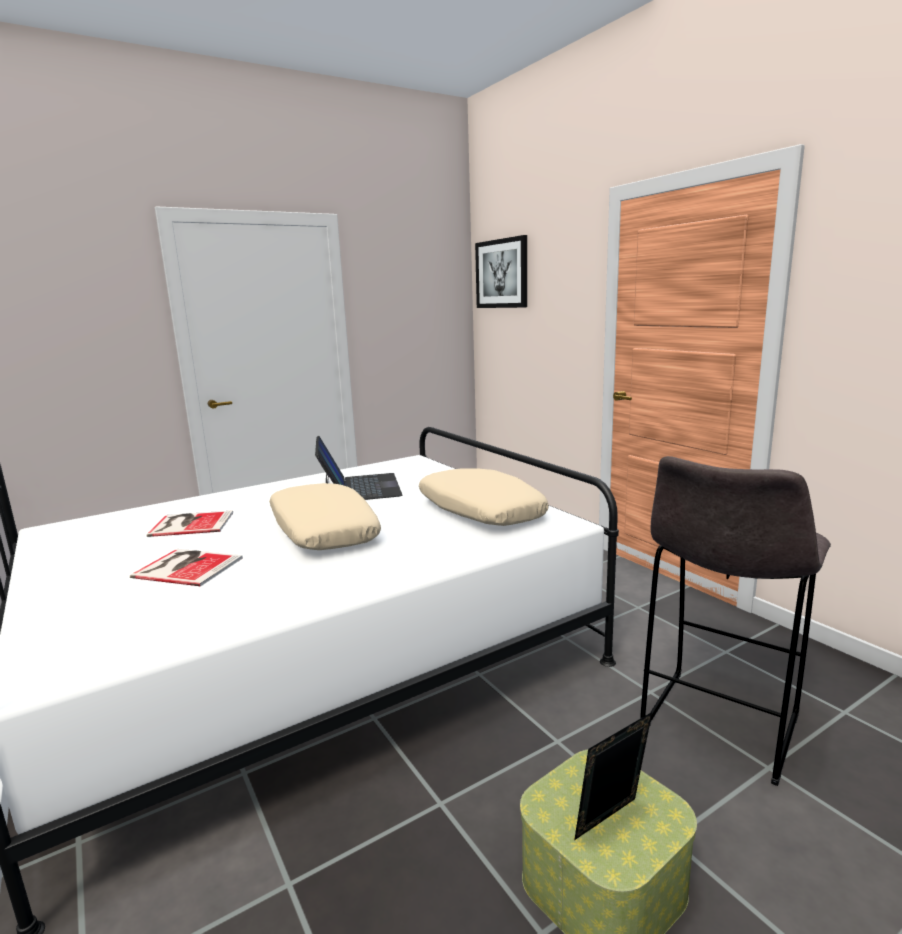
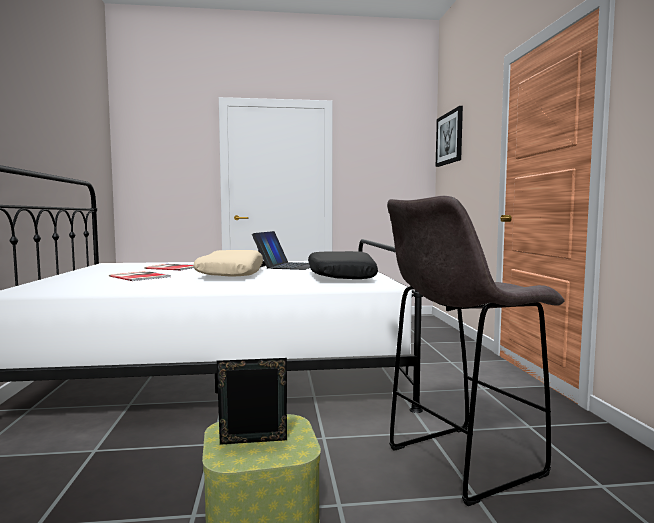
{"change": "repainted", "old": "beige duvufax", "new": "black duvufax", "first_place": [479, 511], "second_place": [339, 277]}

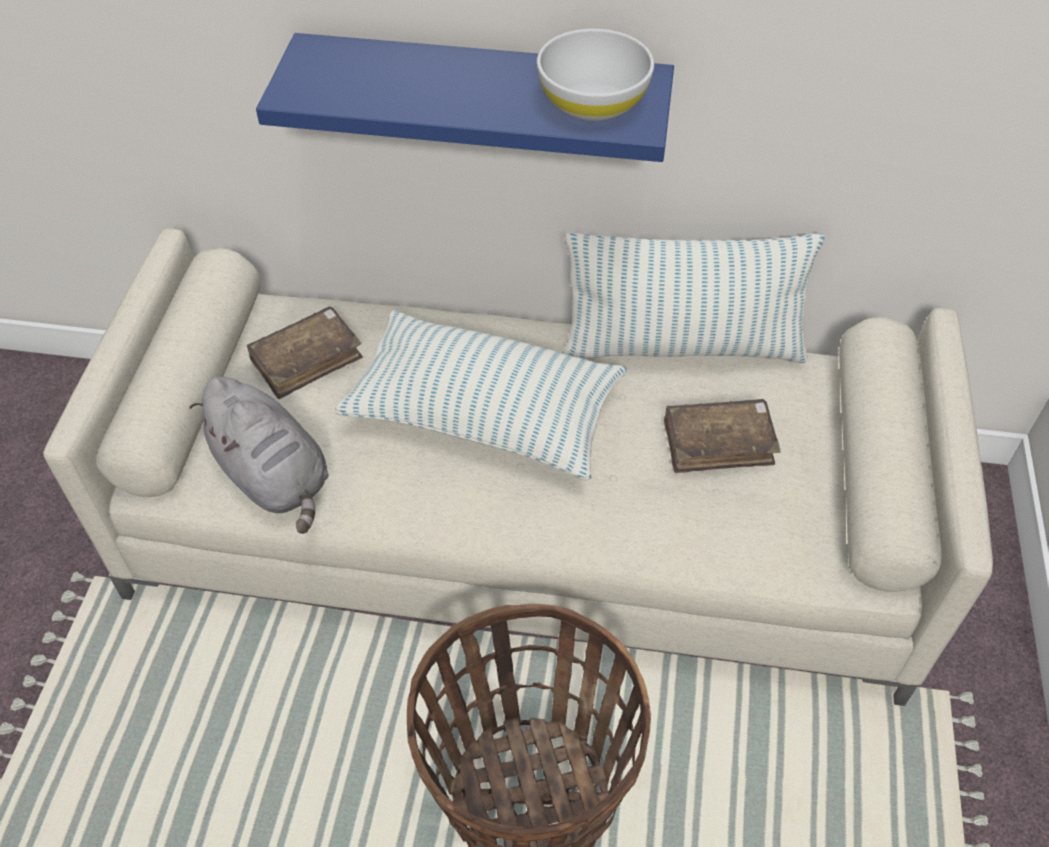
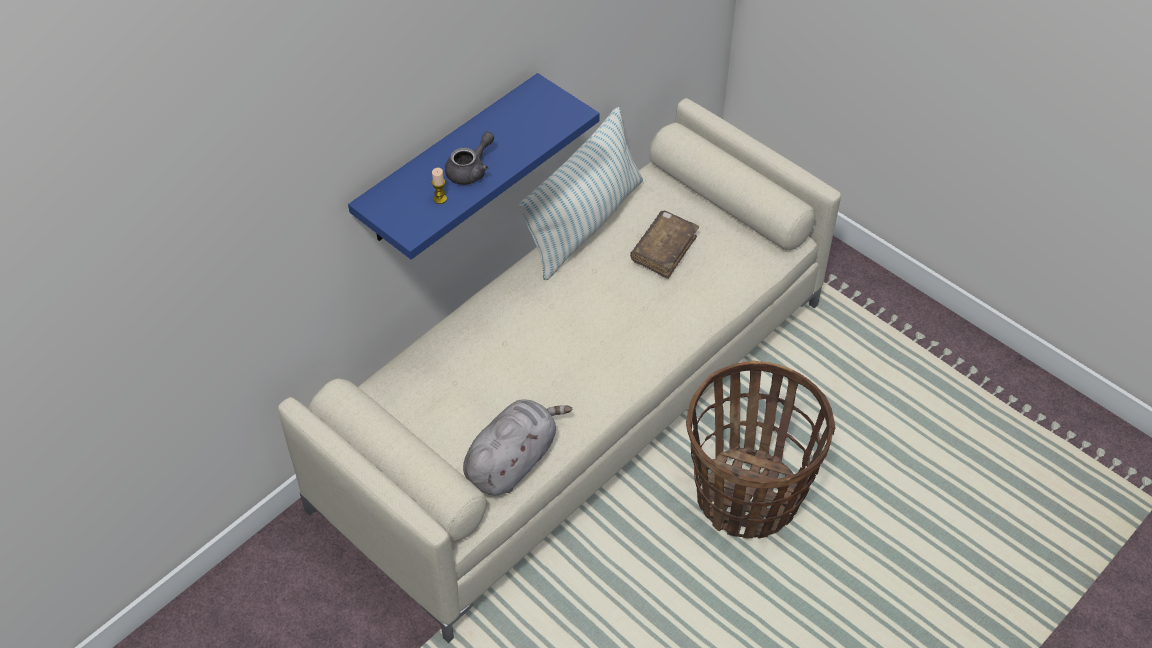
{"change": "gone", "old": "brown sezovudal", "first_place": [307, 360]}
{"change": "gone", "old": "duvufax", "first_place": [484, 415]}
{"change": "gone", "old": "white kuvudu", "first_place": [592, 103]}
{"change": "new", "new": "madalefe", "second_place": [440, 199]}
{"change": "new", "new": "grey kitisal", "second_place": [470, 170]}
{"change": "rotated", "old": "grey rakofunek", "first_place": [274, 477], "second_place": [513, 461], "degrees": -45}

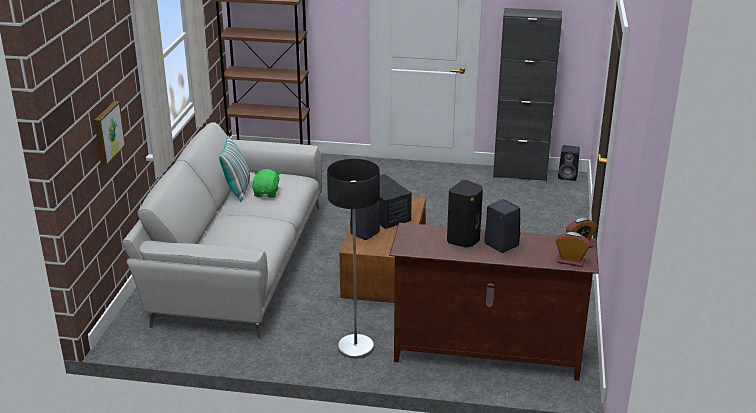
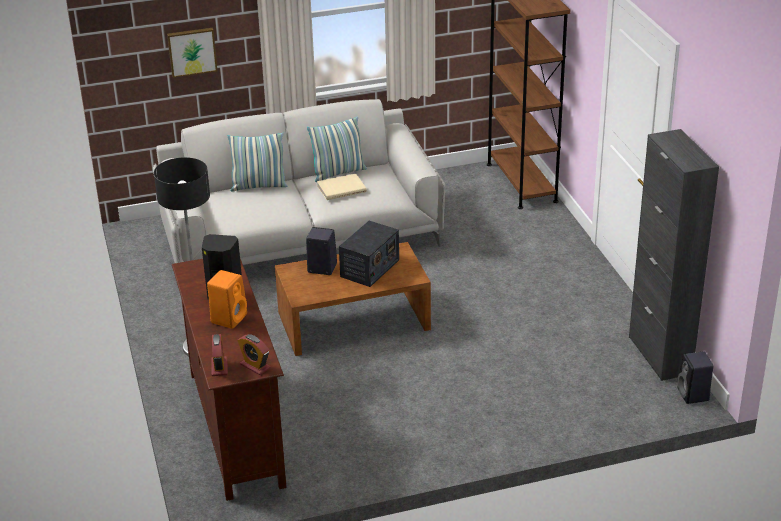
{"change": "new", "new": "duvufax", "second_place": [259, 186]}
{"change": "swapped", "old": "green rakofunek", "new": "beige sezovudal", "first_place": [266, 193], "second_place": [341, 188]}
{"change": "repainted", "old": "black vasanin", "new": "orange vasanin", "first_place": [500, 244], "second_place": [229, 318]}

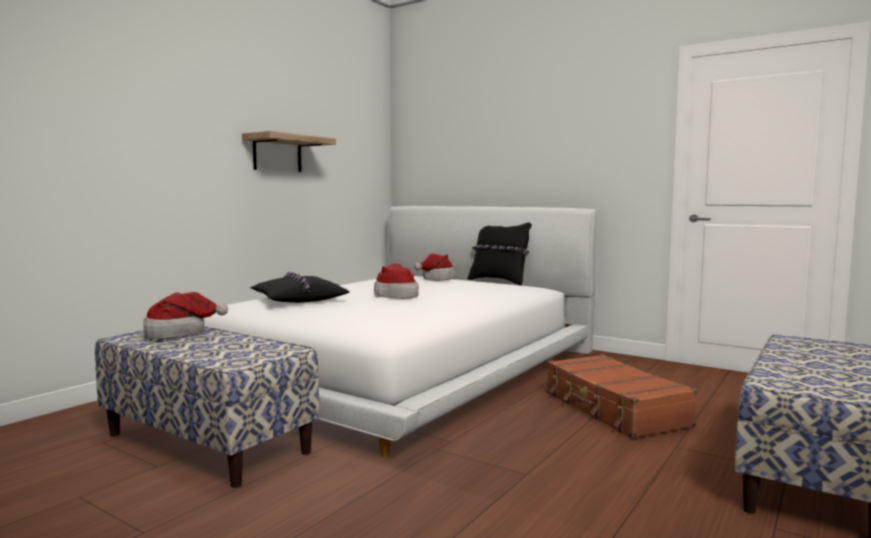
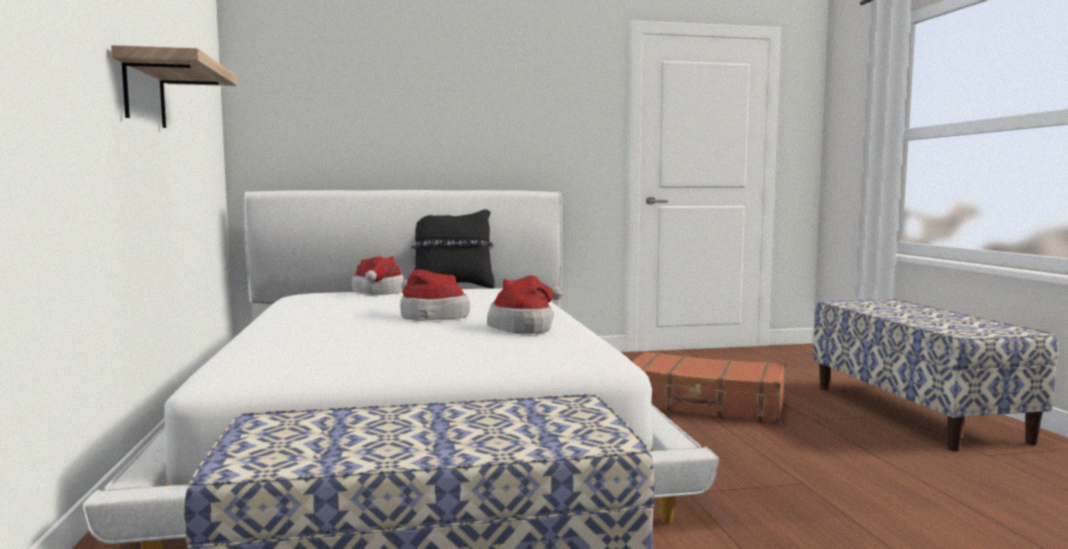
{"change": "gone", "old": "black duvufax", "first_place": [298, 300]}
{"change": "shifted", "old": "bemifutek", "first_place": [180, 333], "second_place": [526, 326]}

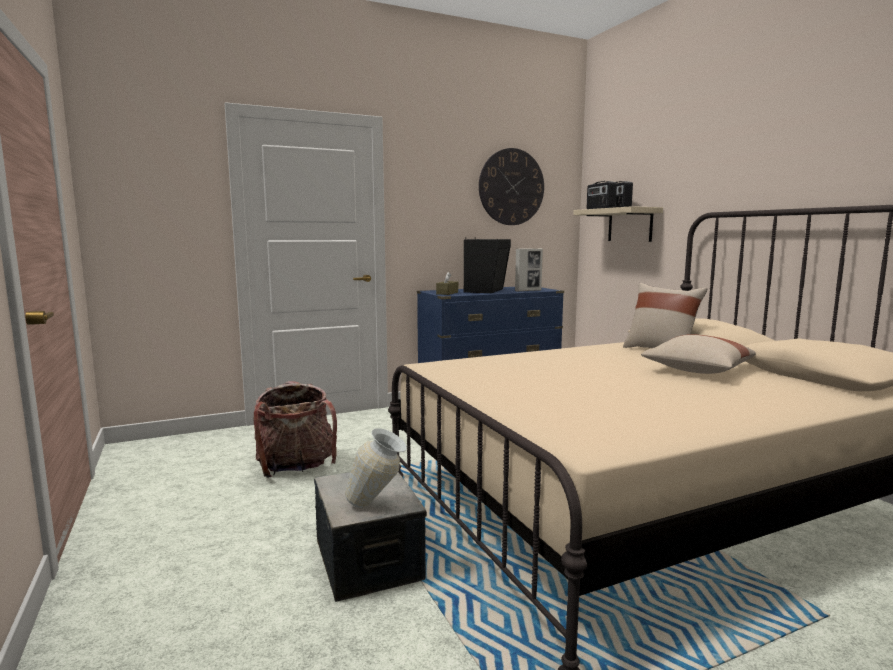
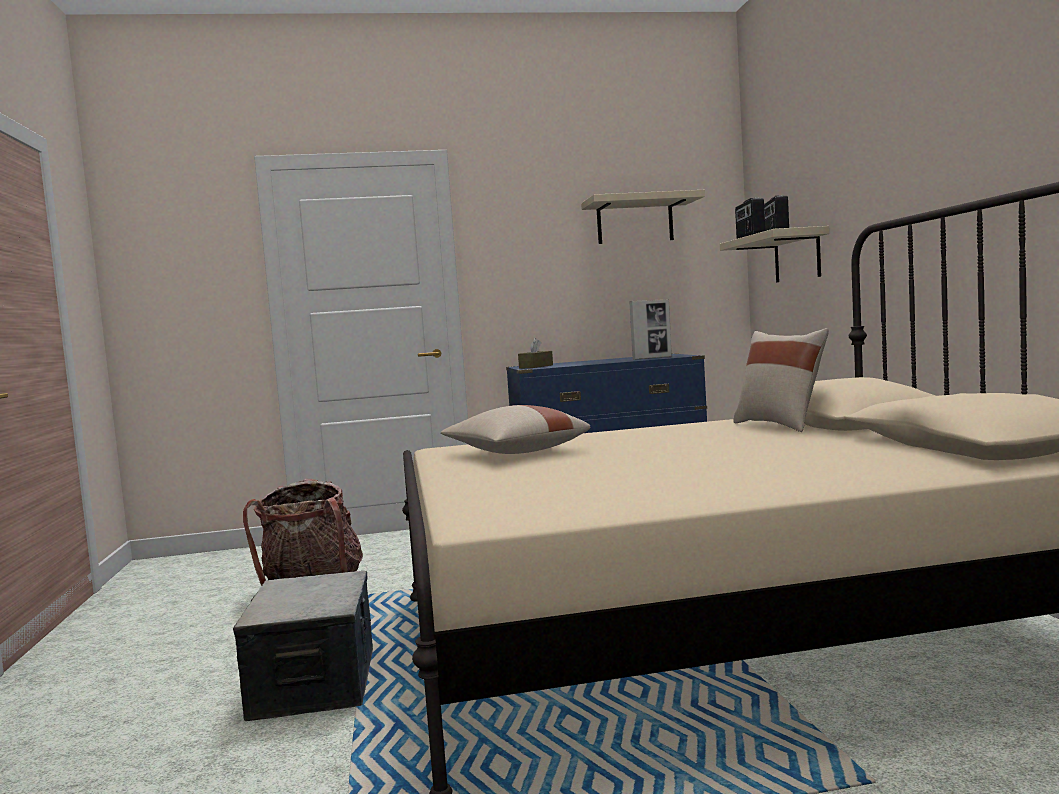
{"change": "gone", "old": "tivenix", "first_place": [377, 506]}
{"change": "gone", "old": "black vasanin", "first_place": [486, 290]}
{"change": "shifted", "old": "beige duvufax", "first_place": [696, 371], "second_place": [515, 452]}
{"change": "swapped", "old": "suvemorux", "new": "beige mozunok", "first_place": [511, 187], "second_place": [635, 221]}

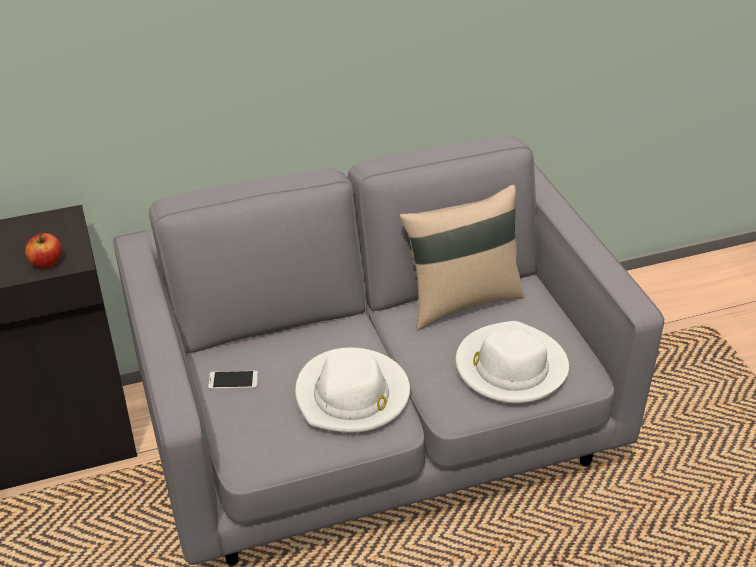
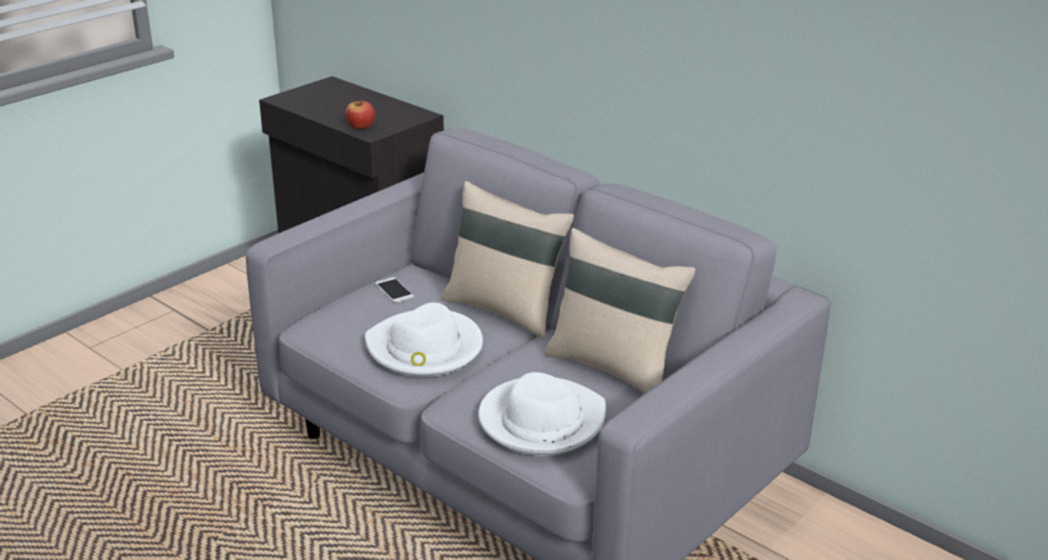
{"change": "new", "new": "beige duvufax", "second_place": [505, 310]}

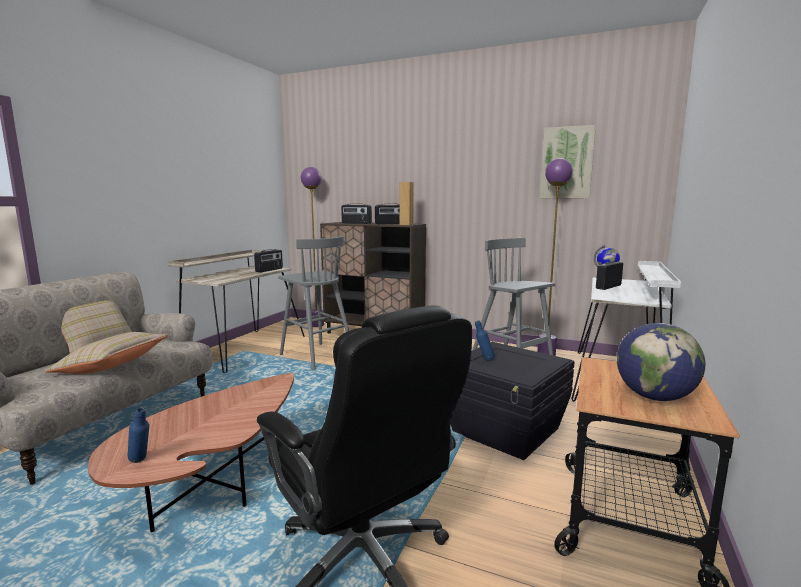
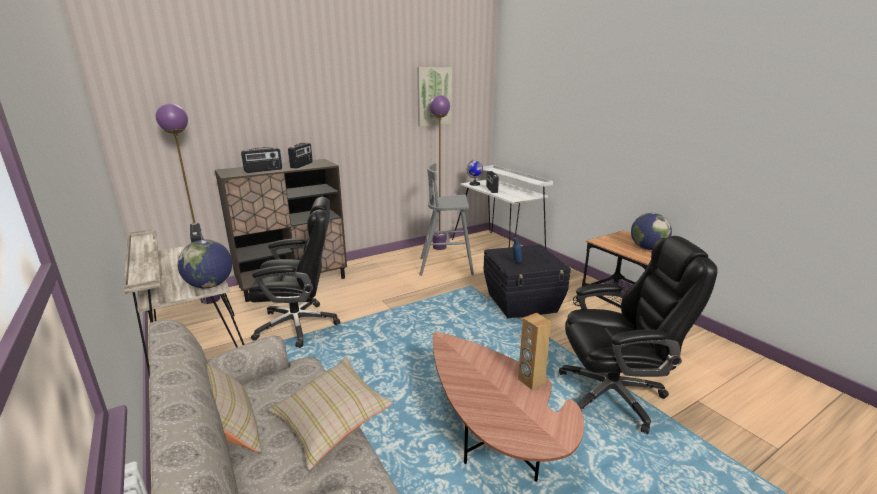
{"change": "gone", "old": "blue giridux", "first_place": [141, 462]}
{"change": "new", "new": "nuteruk", "second_place": [210, 285]}
{"change": "shifted", "old": "brown vasanin", "first_place": [406, 224], "second_place": [531, 381]}
{"change": "swapped", "old": "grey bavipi", "new": "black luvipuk", "first_place": [316, 356], "second_place": [299, 325]}

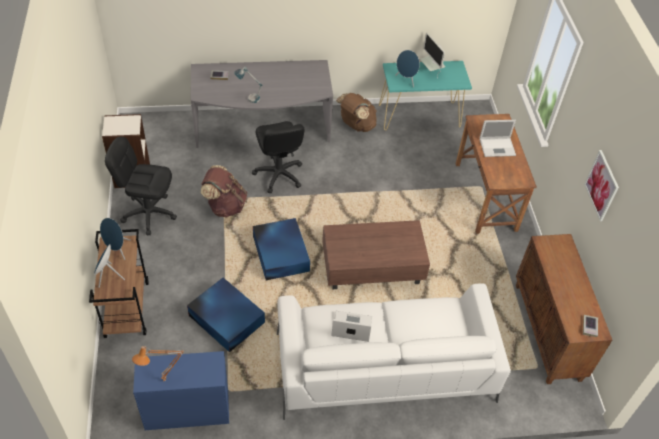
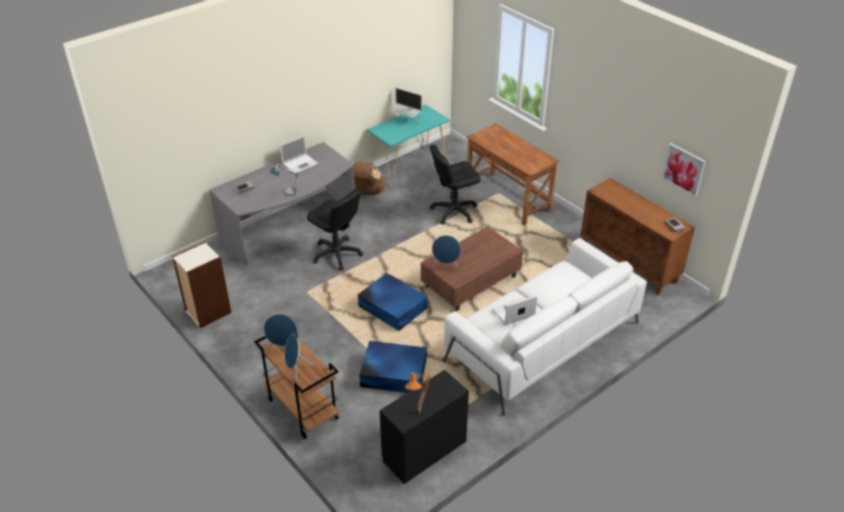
{"change": "gone", "old": "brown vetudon", "first_place": [225, 206]}
{"change": "shifted", "old": "black luvipuk", "first_place": [149, 213], "second_place": [454, 211]}
{"change": "shifted", "old": "blue vasanin", "first_place": [406, 80], "second_place": [446, 266]}
{"change": "shifted", "old": "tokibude", "first_place": [498, 147], "second_place": [300, 164]}
{"change": "shifted", "old": "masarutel", "first_place": [601, 185], "second_place": [683, 169]}
{"change": "repainted", "old": "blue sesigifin", "new": "black sesigifin", "first_place": [186, 409], "second_place": [423, 451]}

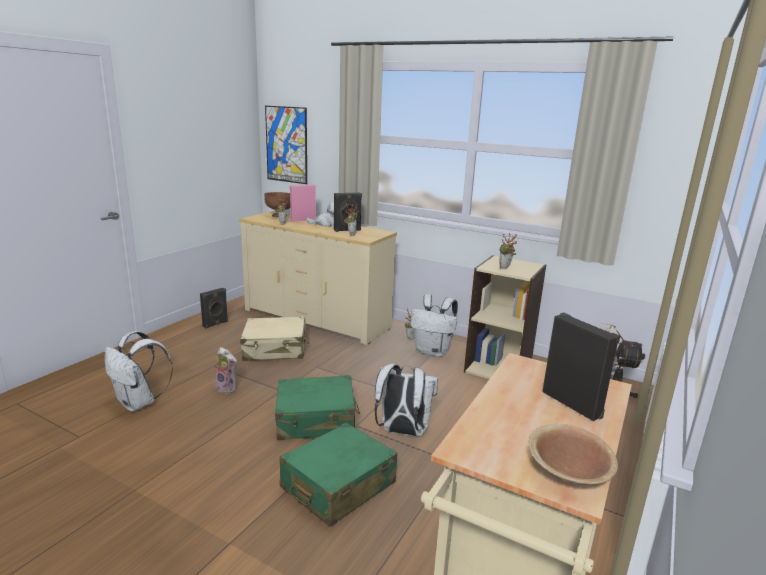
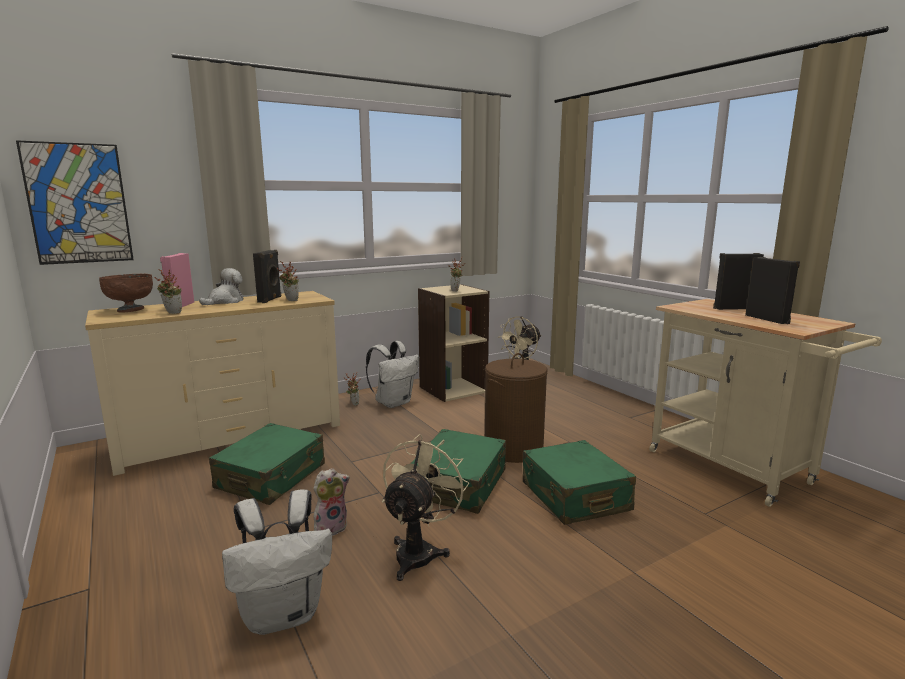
{"change": "gone", "old": "brown kuvudu", "first_place": [568, 472]}
{"change": "new", "new": "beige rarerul", "second_place": [419, 551]}
{"change": "shifted", "old": "black vasanin", "first_place": [216, 324], "second_place": [768, 319]}
{"change": "swapped", "old": "white vetudon", "new": "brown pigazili", "first_place": [402, 431], "second_place": [513, 449]}
{"change": "repainted", "old": "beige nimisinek", "new": "green nimisinek", "first_place": [275, 349], "second_place": [271, 477]}

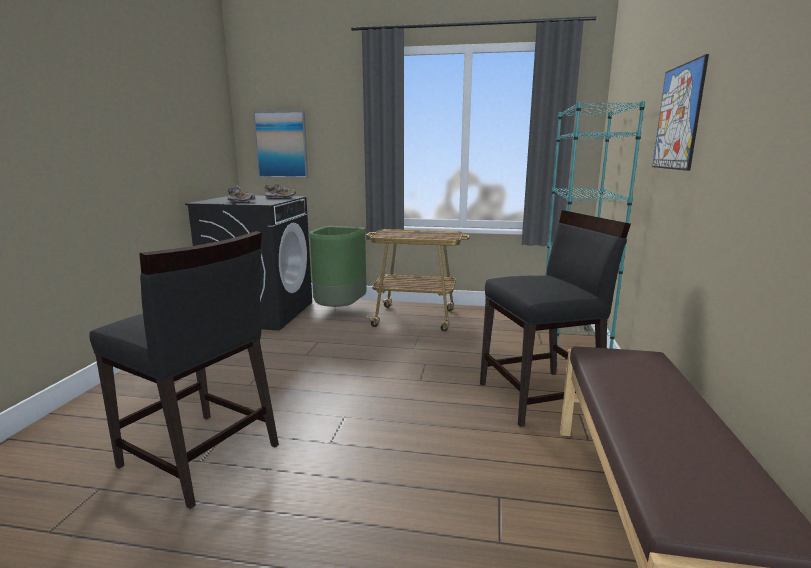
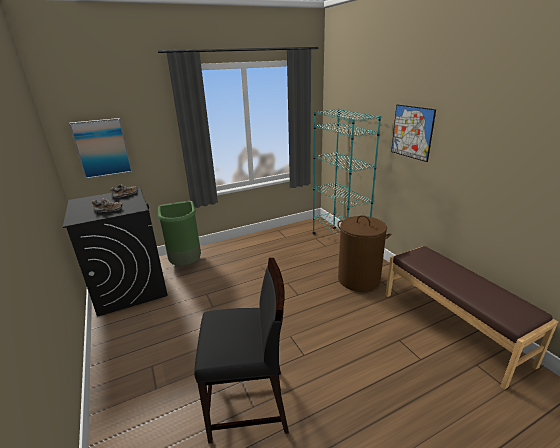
{"change": "gone", "old": "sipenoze", "first_place": [416, 318]}
{"change": "swapped", "old": "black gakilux", "new": "brown pigazili", "first_place": [540, 397], "second_place": [359, 279]}

